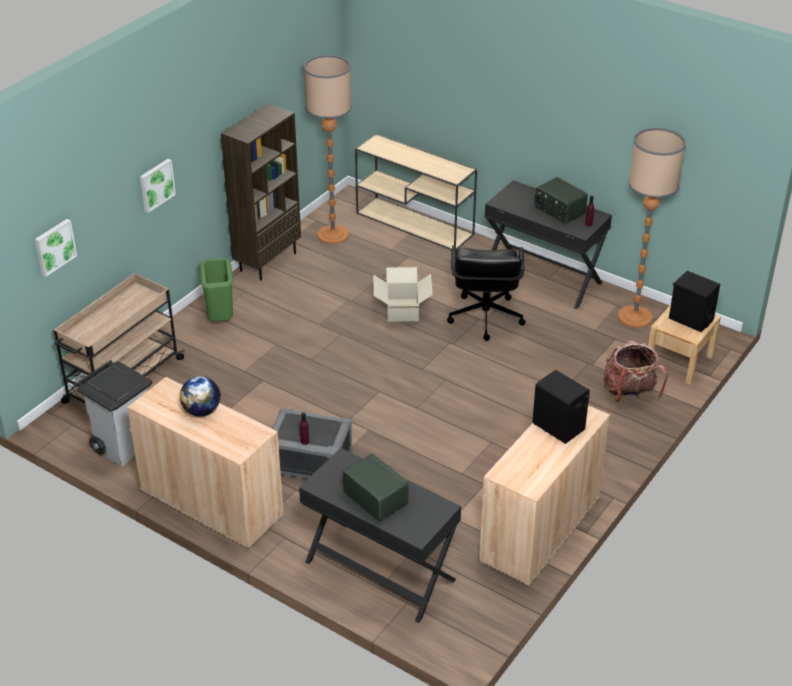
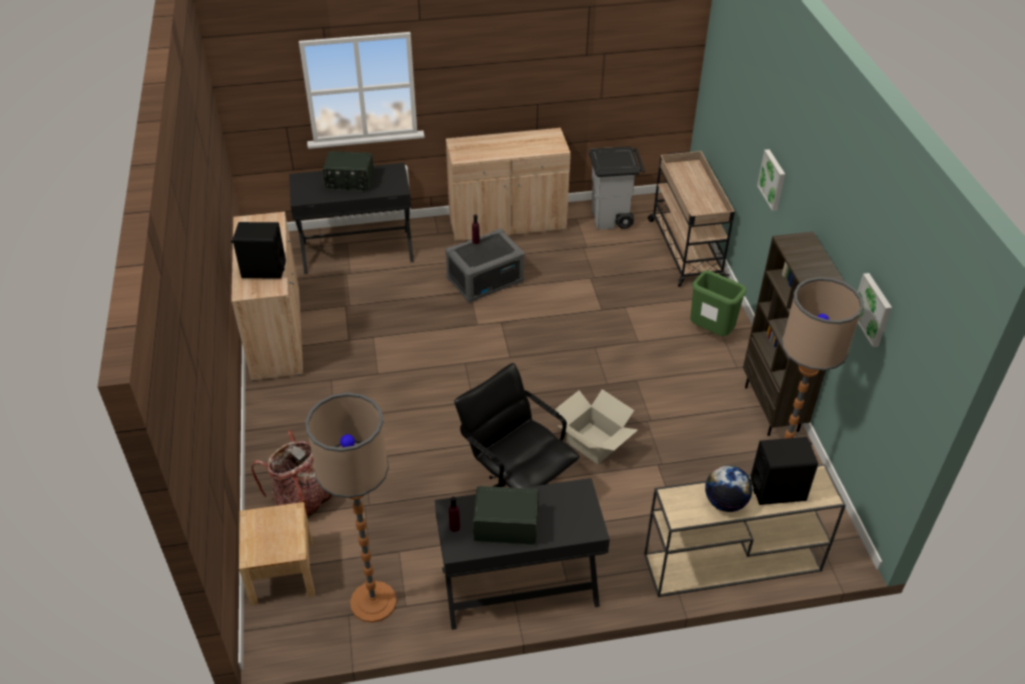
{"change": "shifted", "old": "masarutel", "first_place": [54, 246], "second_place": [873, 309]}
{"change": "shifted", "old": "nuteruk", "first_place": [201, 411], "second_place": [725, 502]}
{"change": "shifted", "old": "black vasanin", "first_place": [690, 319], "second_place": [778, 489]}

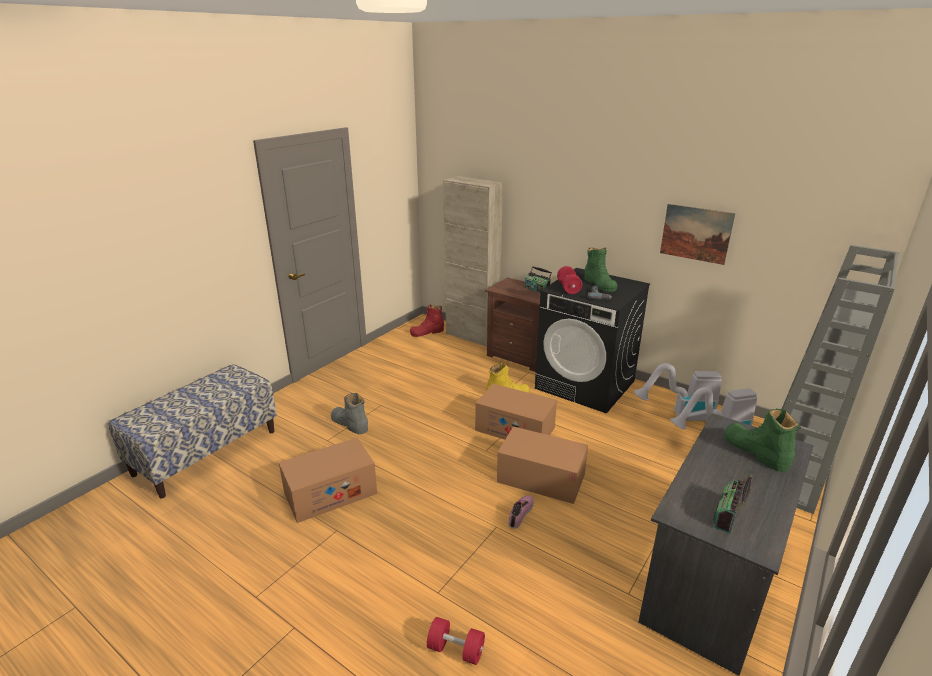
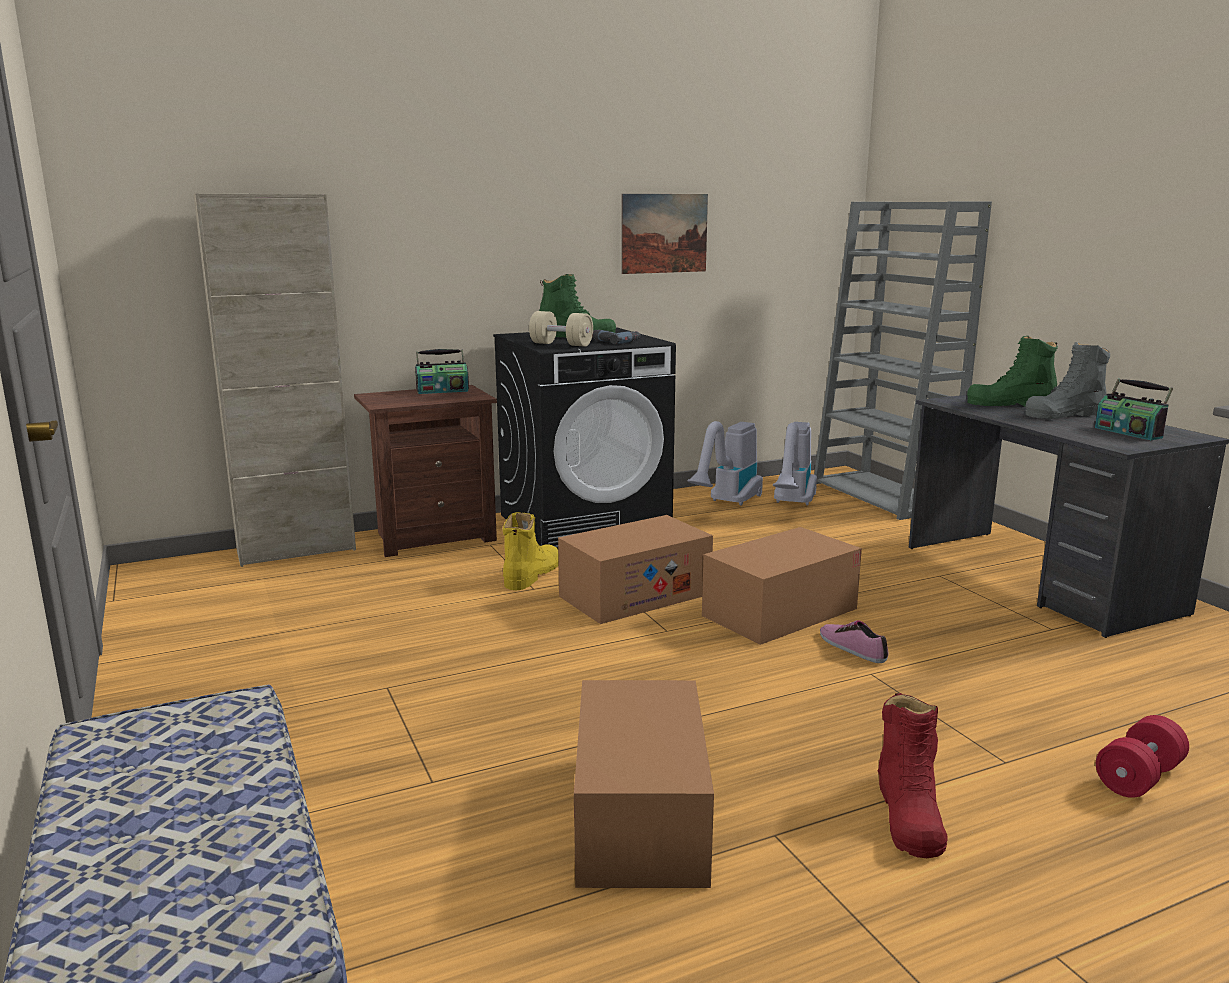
{"change": "shifted", "old": "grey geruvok", "first_place": [349, 424], "second_place": [1064, 414]}
{"change": "shifted", "old": "red geruvok", "first_place": [427, 332], "second_place": [909, 814]}
{"change": "repainted", "old": "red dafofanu", "new": "beige dafofanu", "first_place": [568, 288], "second_place": [561, 344]}

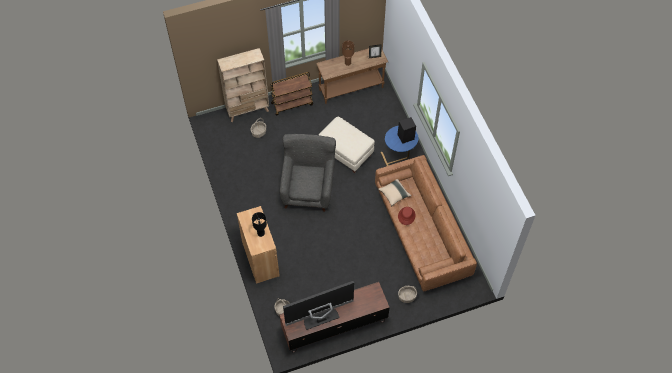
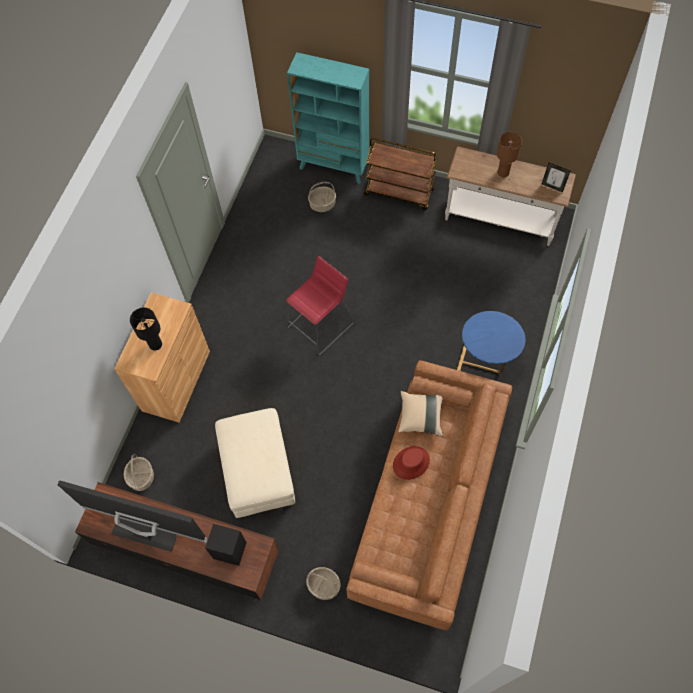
{"change": "shifted", "old": "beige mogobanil", "first_place": [345, 152], "second_place": [258, 472]}
{"change": "shifted", "old": "black vasanin", "first_place": [406, 137], "second_place": [230, 550]}
{"change": "swapped", "old": "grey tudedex", "new": "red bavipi", "first_place": [308, 189], "second_place": [320, 325]}
{"change": "repainted", "old": "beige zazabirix", "new": "turquoise zazabirix", "first_place": [248, 110], "second_place": [333, 166]}
{"change": "repainted", "old": "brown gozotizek", "new": "white gozotizek", "first_place": [351, 89], "second_place": [500, 221]}

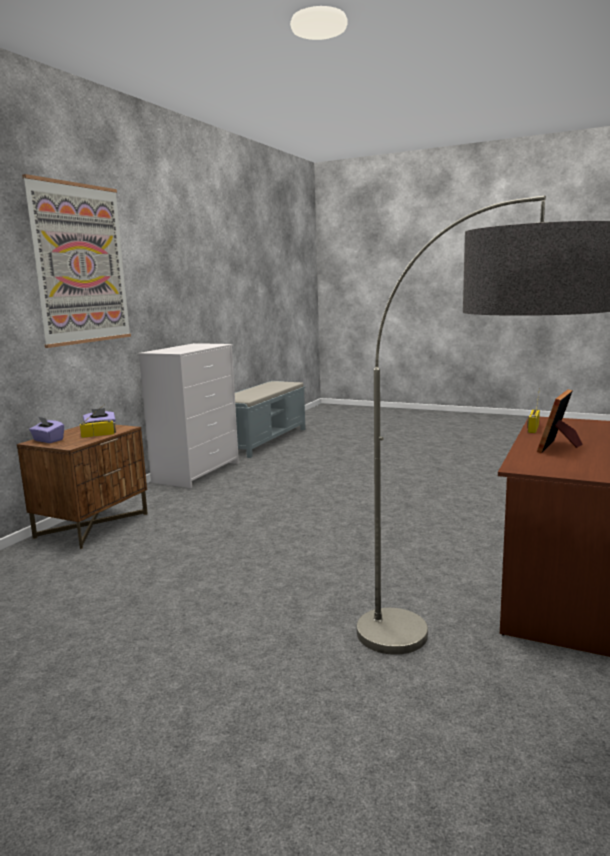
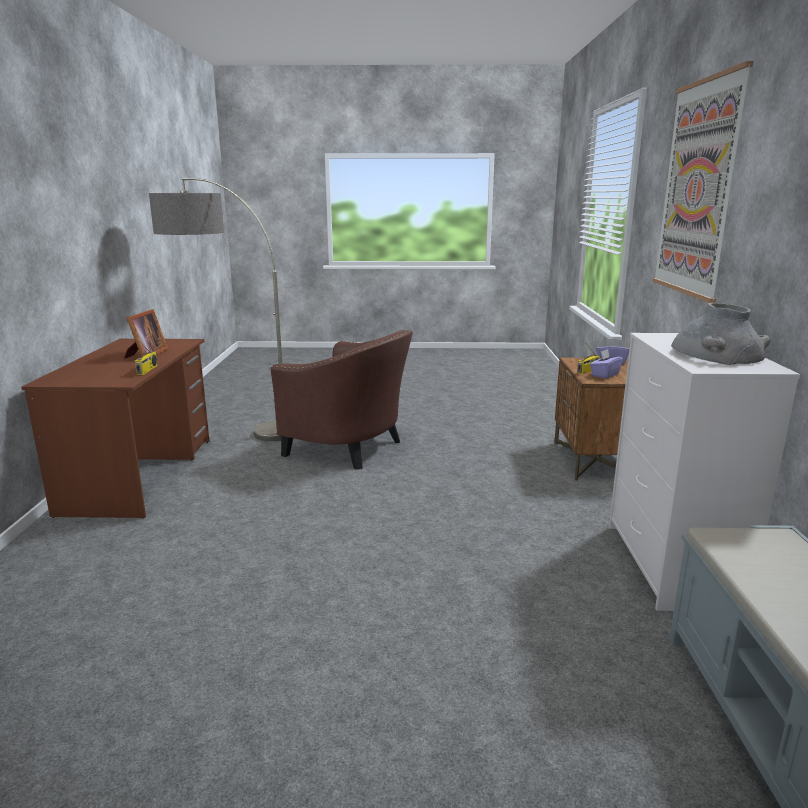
{"change": "new", "new": "brown tudedex", "second_place": [351, 448]}
{"change": "new", "new": "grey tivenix", "second_place": [717, 354]}

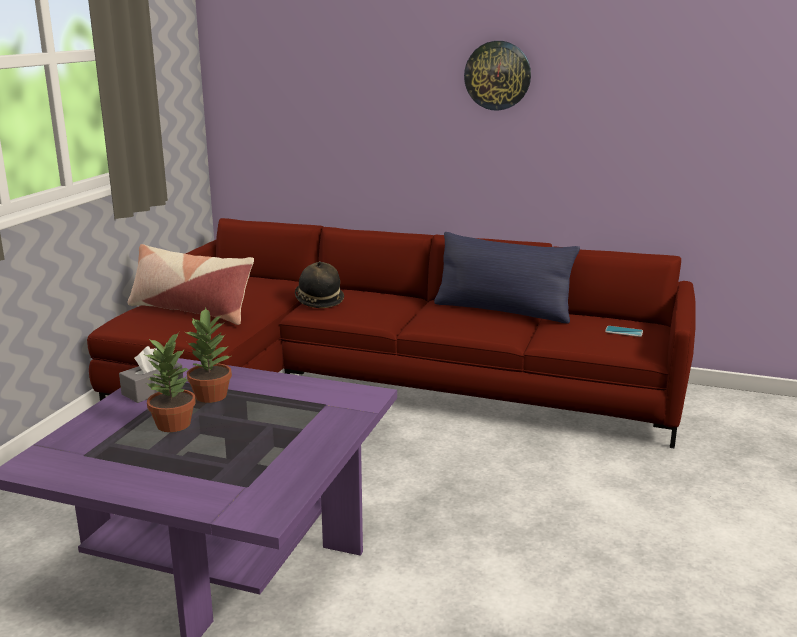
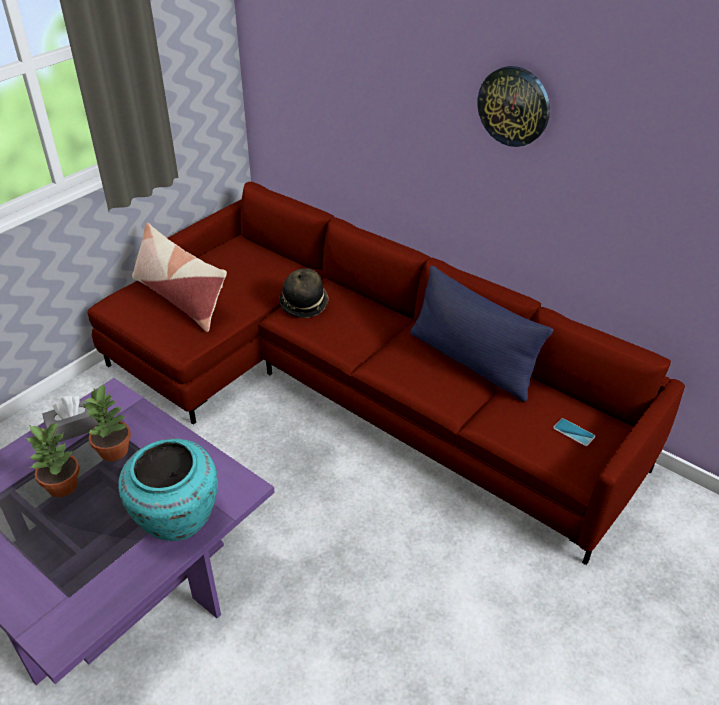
{"change": "new", "new": "turquoise tivenix", "second_place": [176, 521]}

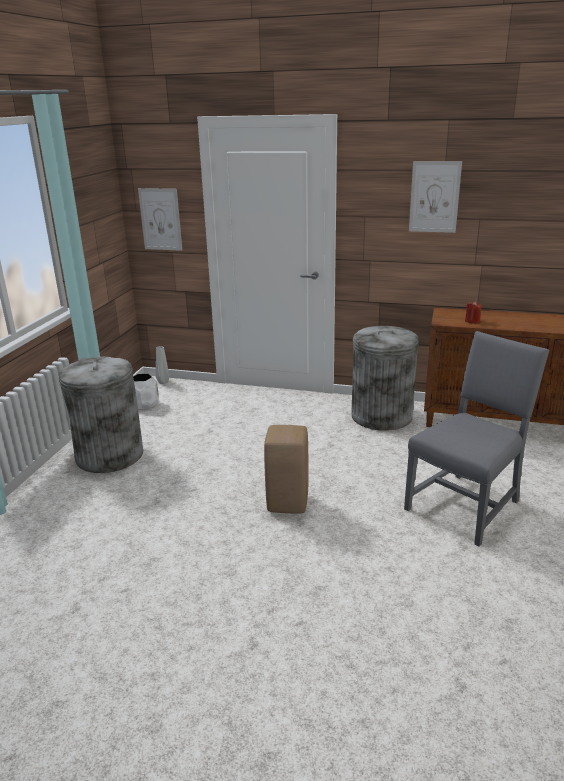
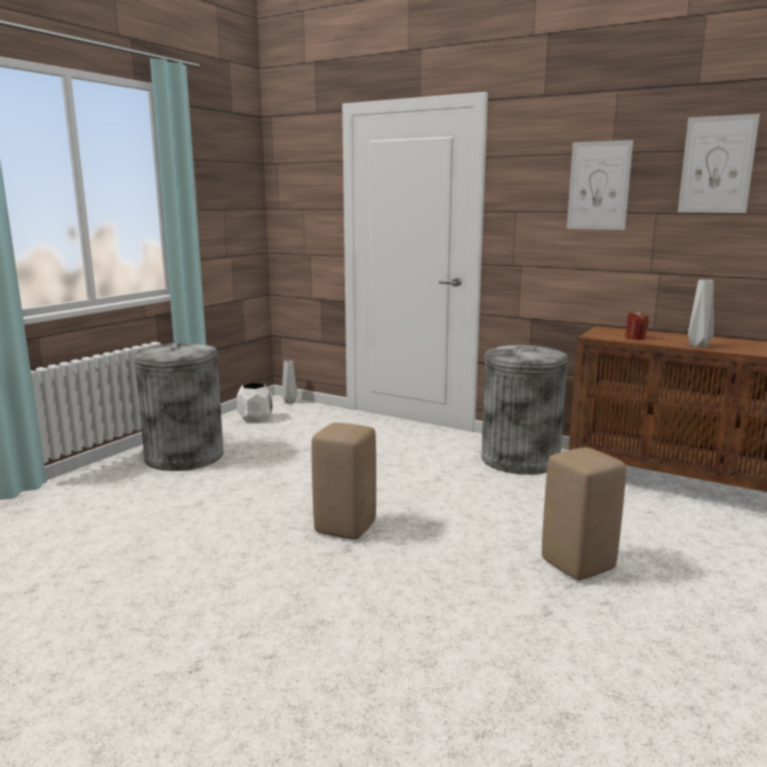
{"change": "new", "new": "grey tivenix", "second_place": [697, 346]}
{"change": "shifted", "old": "masarutel", "first_place": [160, 219], "second_place": [717, 165]}
{"change": "swapped", "old": "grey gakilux", "new": "beige bavipi", "first_place": [466, 505], "second_place": [579, 565]}

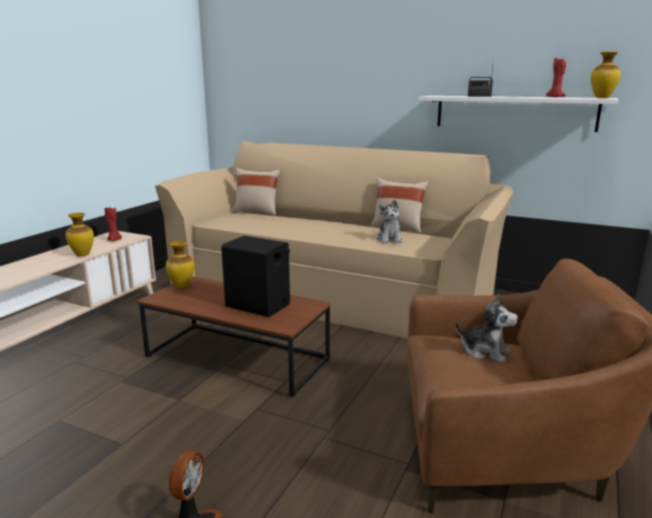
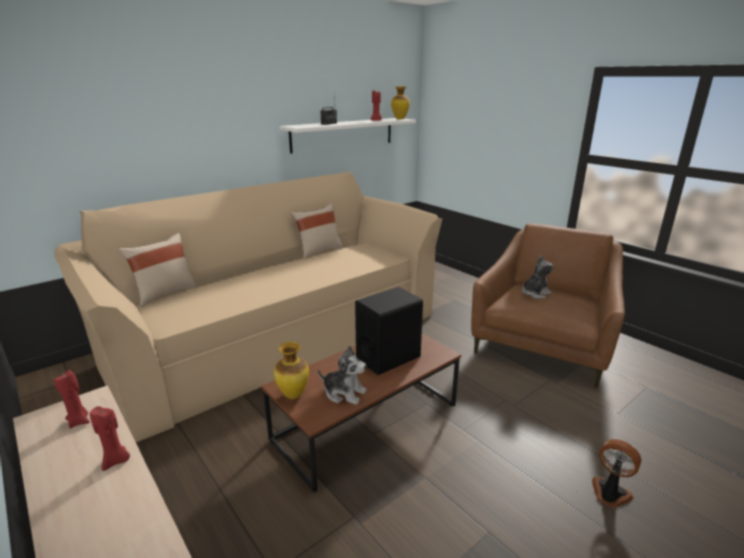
{"change": "shifted", "old": "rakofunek", "first_place": [390, 239], "second_place": [344, 393]}
{"change": "swapped", "old": "tivenix", "new": "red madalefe", "first_place": [82, 255], "second_place": [116, 461]}

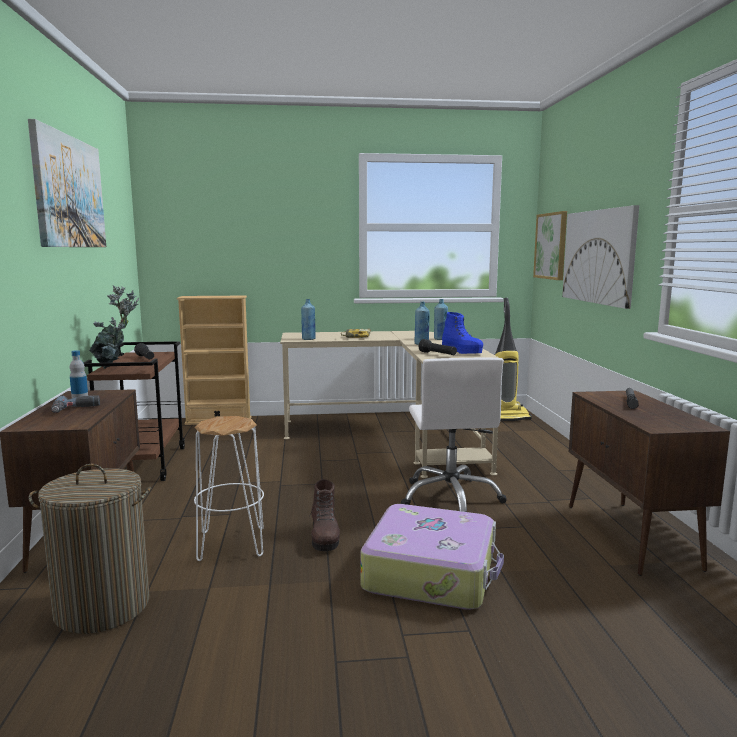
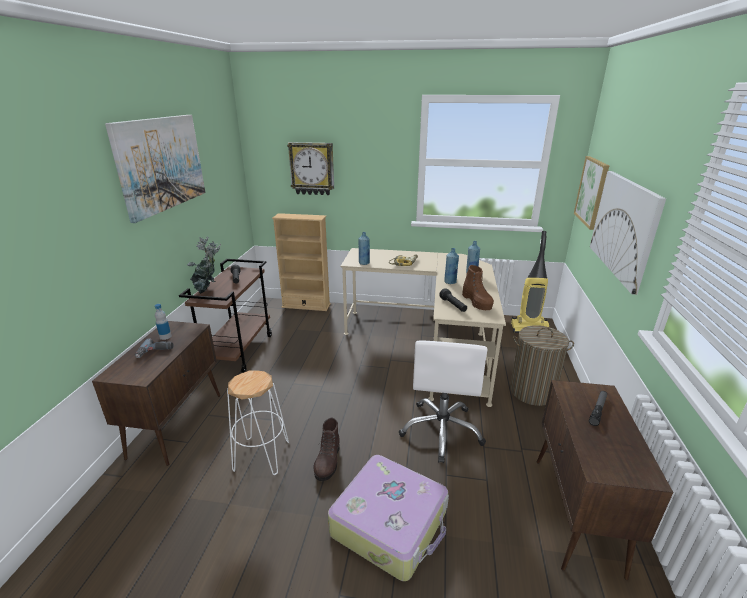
{"change": "new", "new": "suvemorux", "second_place": [312, 168]}
{"change": "shifted", "old": "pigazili", "first_place": [102, 607], "second_place": [532, 391]}
{"change": "repainted", "old": "blue geruvok", "new": "brown geruvok", "first_place": [462, 352], "second_place": [477, 302]}

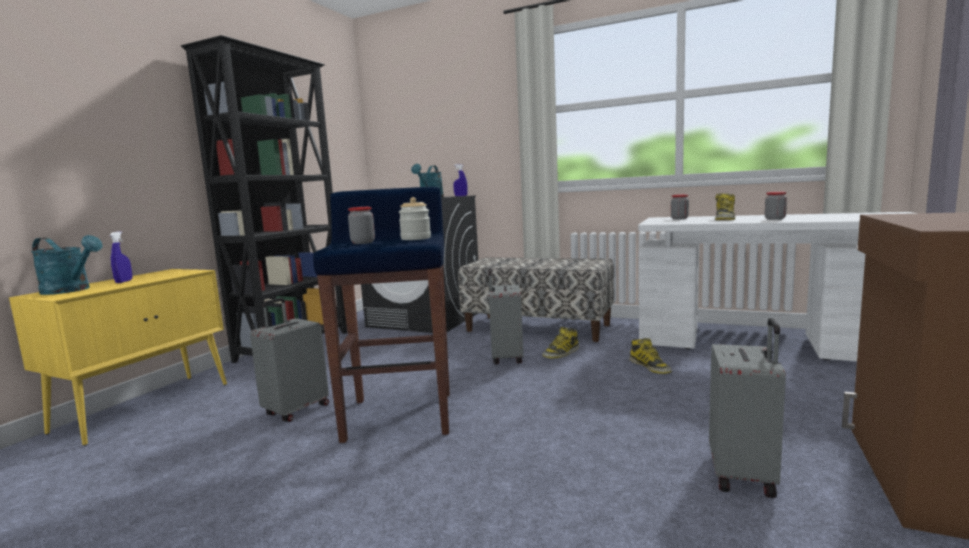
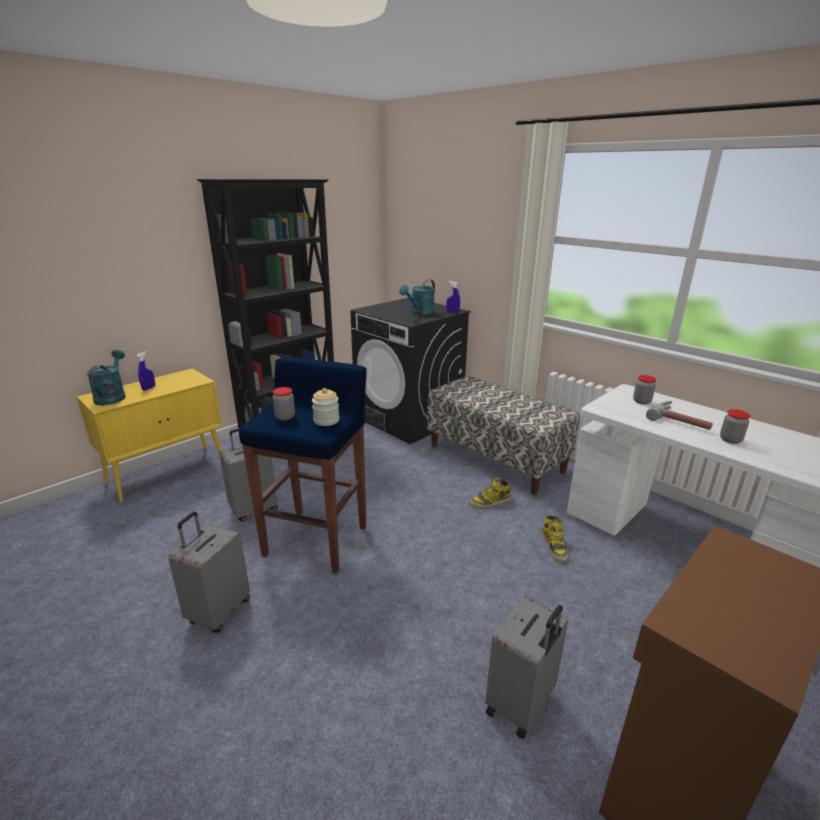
{"change": "shifted", "old": "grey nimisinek", "first_place": [506, 358], "second_place": [218, 611]}
{"change": "swapped", "old": "geruvok", "new": "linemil", "first_place": [724, 219], "second_place": [681, 421]}
{"change": "rotated", "old": "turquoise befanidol", "first_place": [71, 290], "second_place": [112, 396], "degrees": -135}

